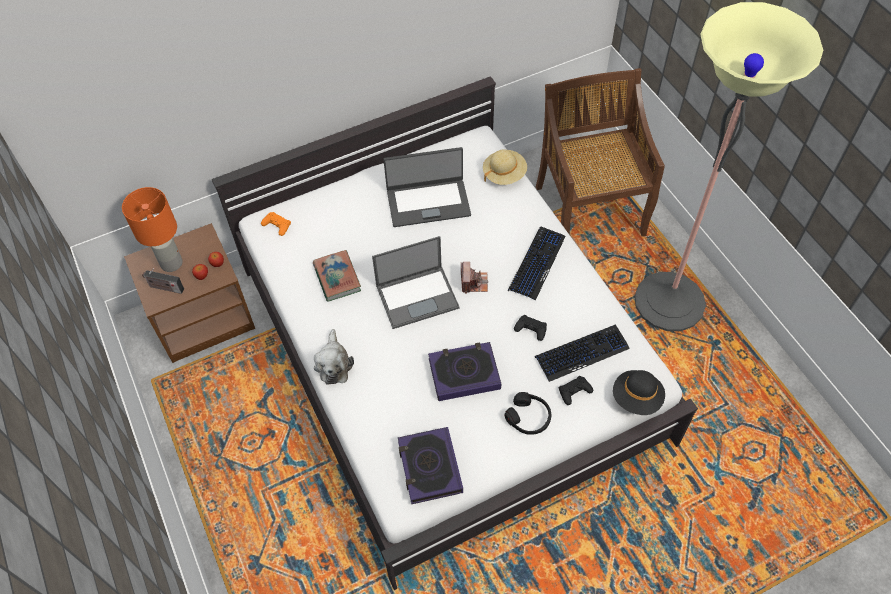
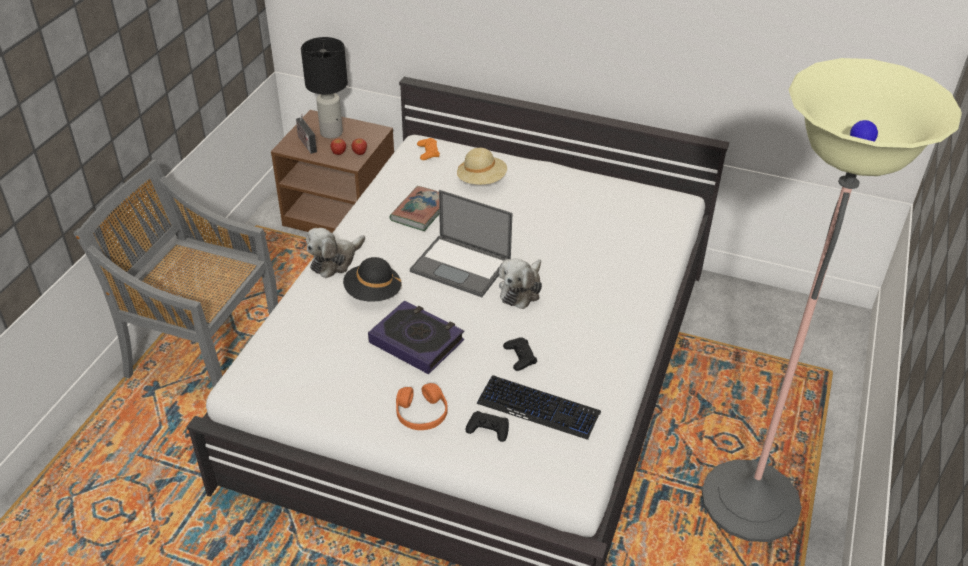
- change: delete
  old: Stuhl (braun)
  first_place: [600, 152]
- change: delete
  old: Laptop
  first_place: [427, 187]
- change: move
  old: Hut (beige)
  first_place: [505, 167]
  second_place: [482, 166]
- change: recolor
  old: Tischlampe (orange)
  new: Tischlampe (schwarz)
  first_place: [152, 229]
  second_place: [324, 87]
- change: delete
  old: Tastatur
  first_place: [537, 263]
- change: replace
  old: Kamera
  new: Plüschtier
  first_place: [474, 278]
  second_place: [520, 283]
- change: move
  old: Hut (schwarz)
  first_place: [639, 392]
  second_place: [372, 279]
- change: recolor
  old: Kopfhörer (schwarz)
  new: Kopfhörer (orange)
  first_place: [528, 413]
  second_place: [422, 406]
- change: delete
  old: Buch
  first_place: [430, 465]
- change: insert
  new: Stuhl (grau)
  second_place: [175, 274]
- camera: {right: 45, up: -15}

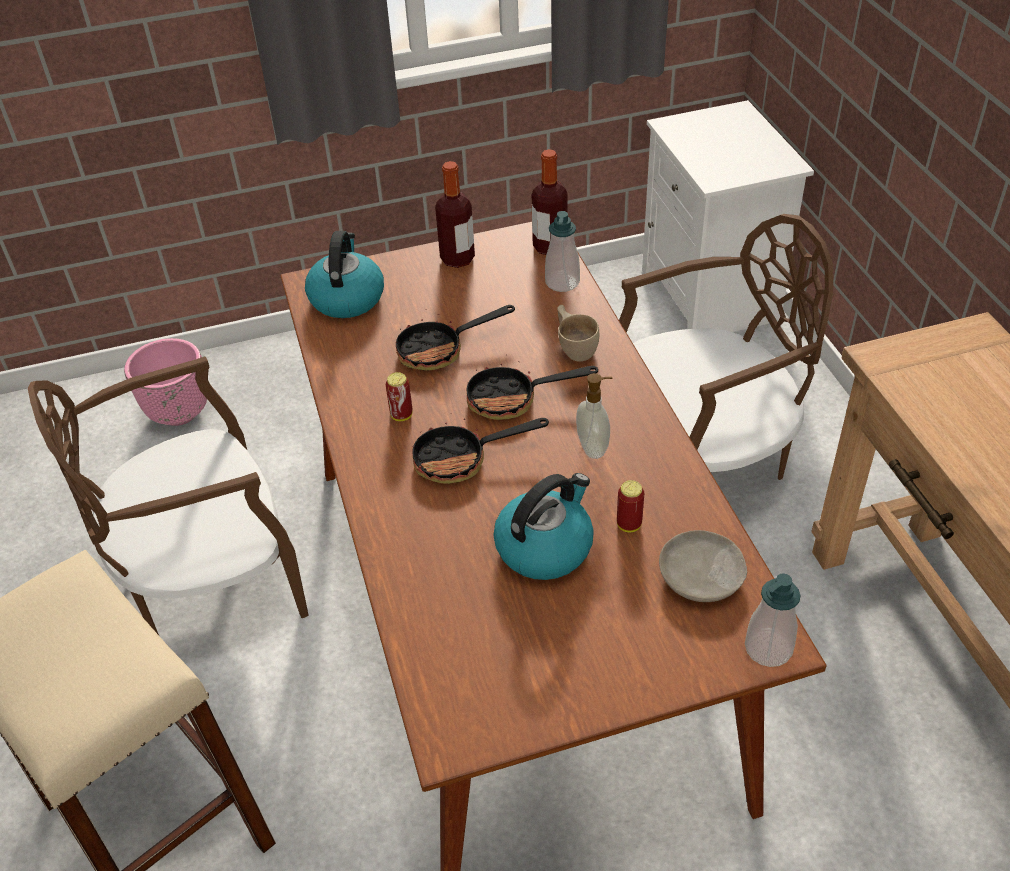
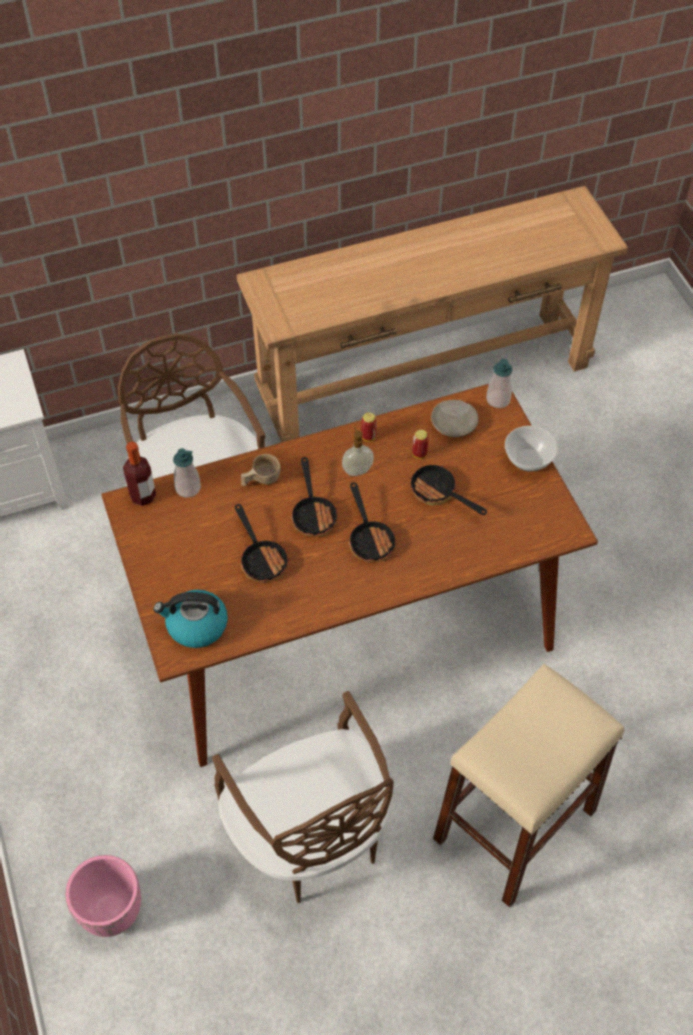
- change: delete
  old: Flasche
  first_place: [455, 214]
- change: move
  old: Dose
  first_place: [399, 396]
  second_place: [369, 427]
- change: replace
  old: Wasserkessel
  new: Pfanne
  first_place: [544, 526]
  second_place: [448, 490]
- change: insert
  new: Schüssel
  second_place: [531, 449]
- camera: {right: -95, up: 10}

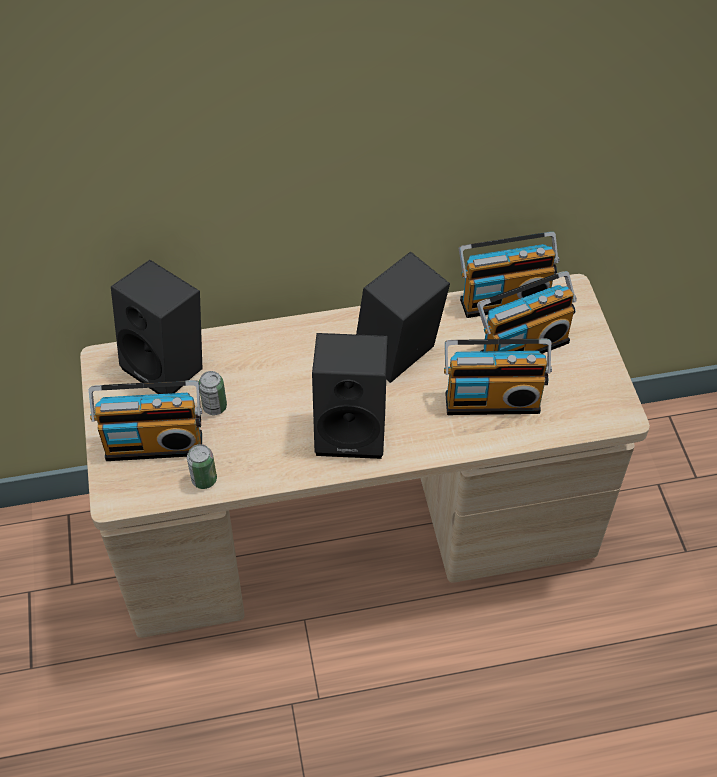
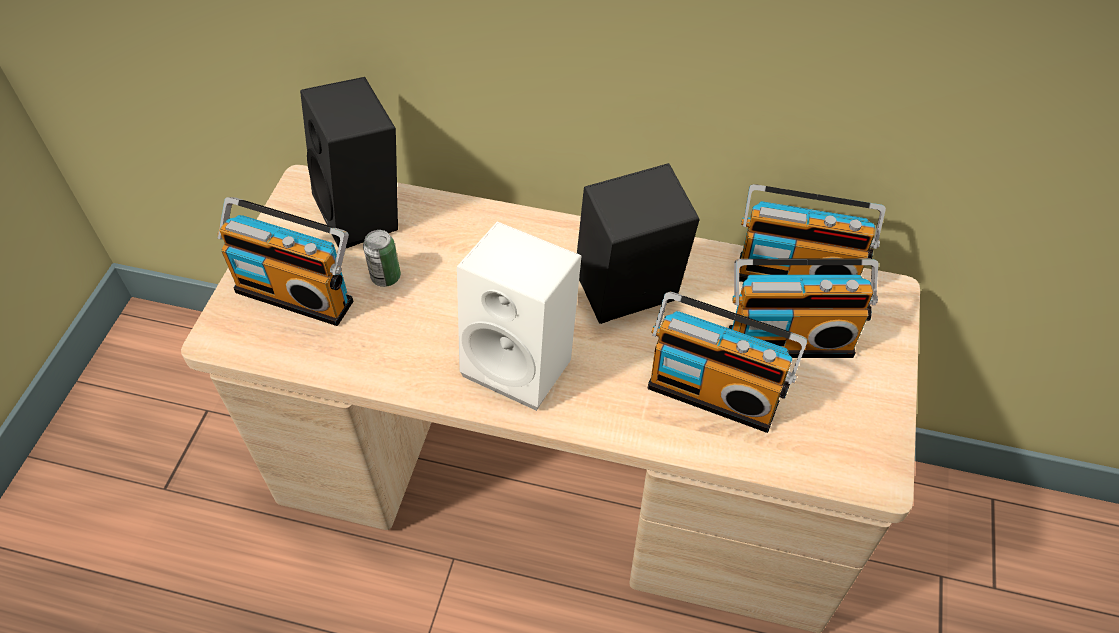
- change: recolor
  old: Lautsprecher (schwarz)
  new: Lautsprecher (weiß)
  first_place: [350, 396]
  second_place: [519, 316]
- change: delete
  old: Dose
  first_place: [202, 466]
- camera: {right: 25, up: 0}

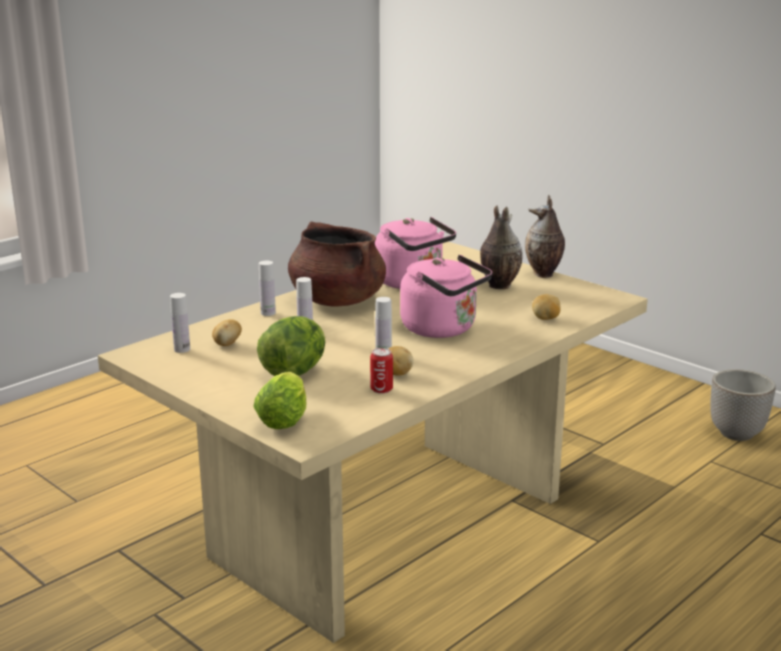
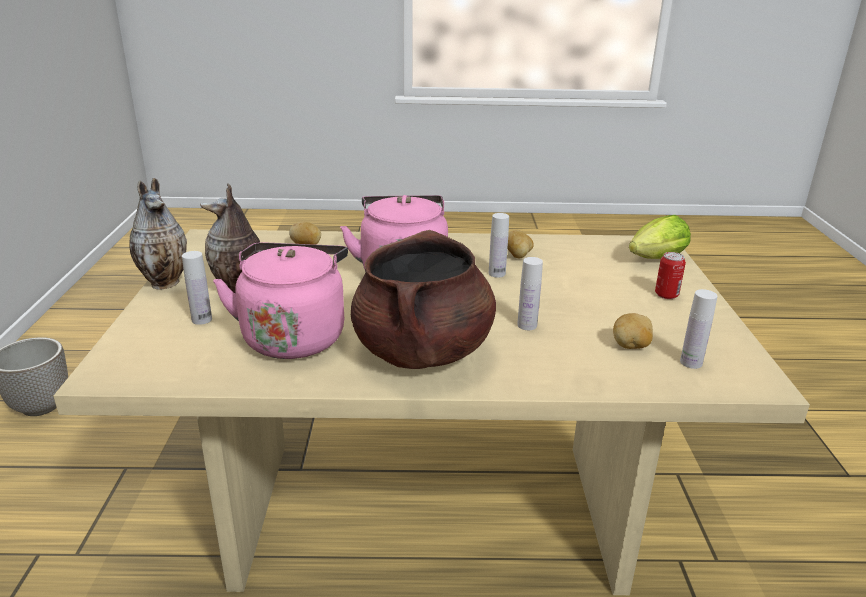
- change: move
  old: Flasche (weiß)
  first_place: [267, 288]
  second_place: [197, 288]
- change: delete
  old: Salatkopf
  first_place: [291, 346]
- change: move
  old: Dose
  first_place: [381, 371]
  second_place: [670, 275]
- camera: {right: -135, up: 5}

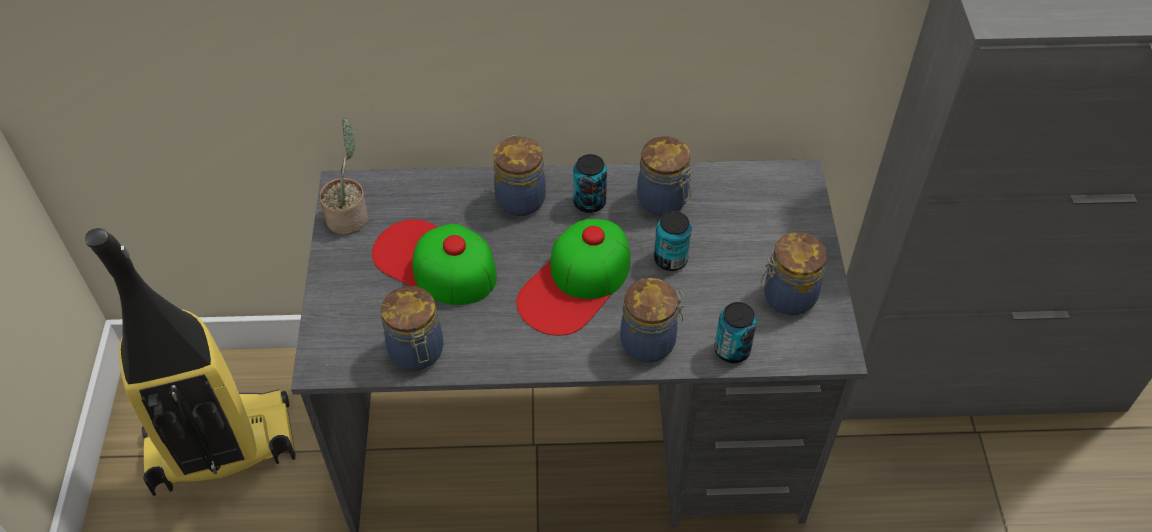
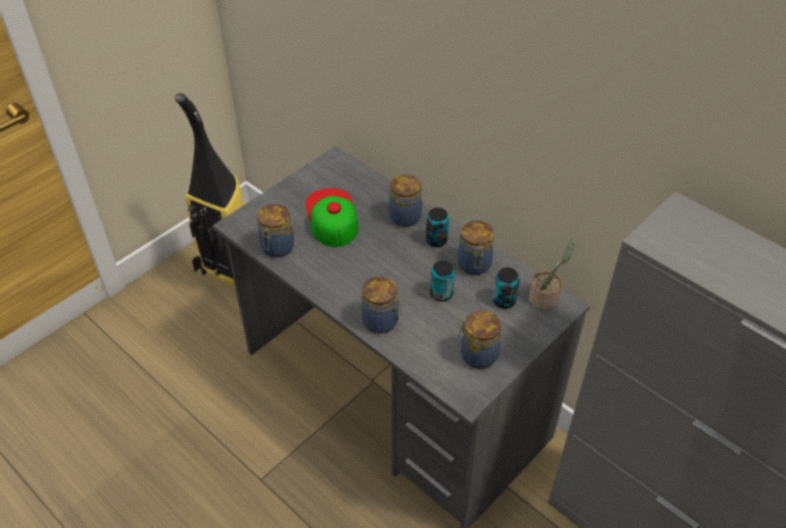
- change: move
  old: Topfpflanze
  first_place: [343, 176]
  second_place: [552, 274]
- change: delete
  old: Kappe
  first_place: [573, 277]
- change: move
  old: Dose
  first_place: [735, 332]
  second_place: [506, 288]
- camera: {right: 45, up: -5}

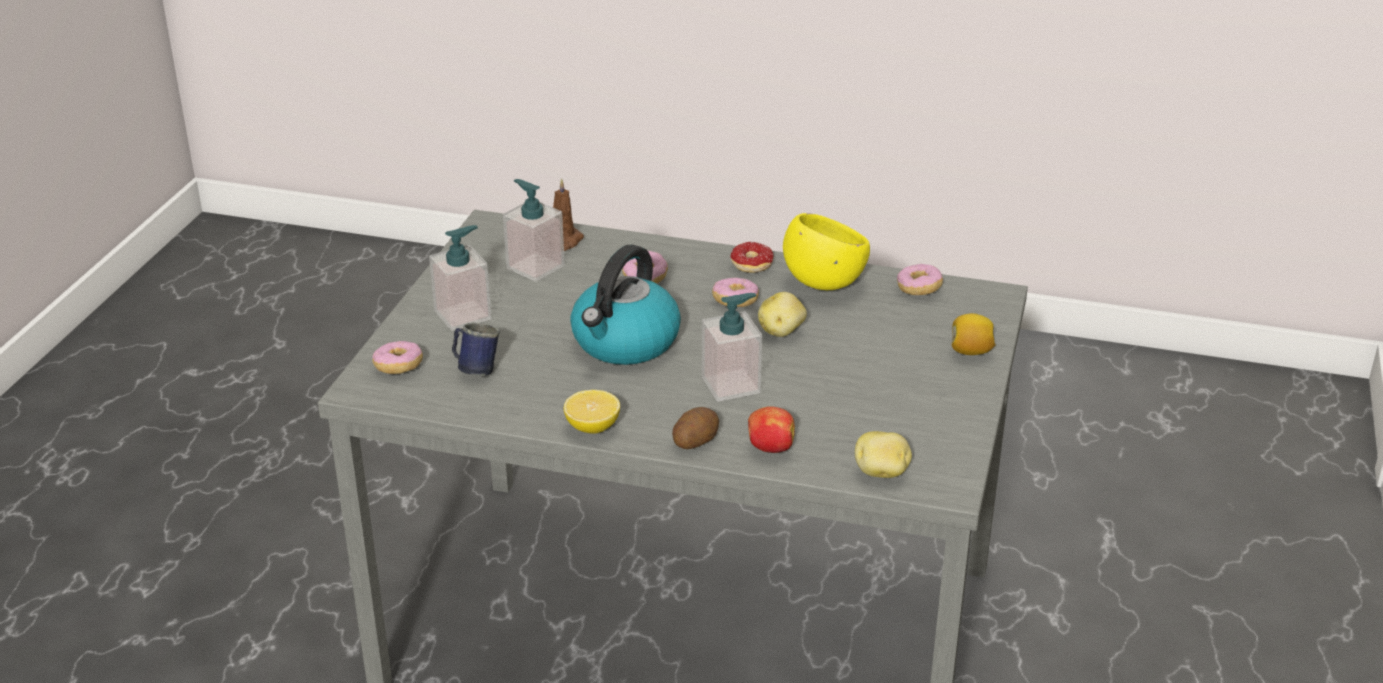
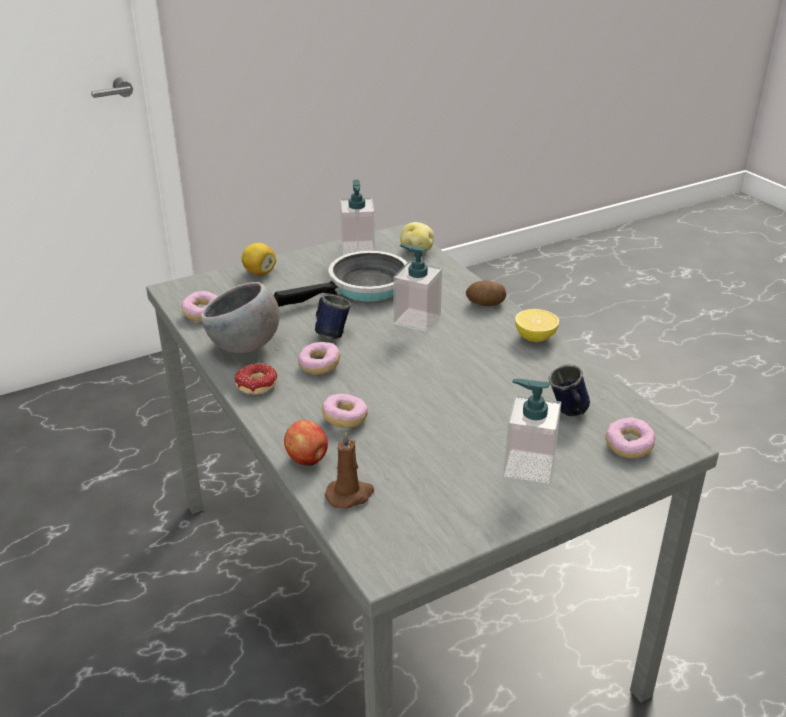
- change: move
  old: Seifenspender
  first_place: [534, 230]
  second_place: [357, 217]
- change: recolor
  old: Schüssel (gelb)
  new: Schüssel (grau)
  first_place: [826, 251]
  second_place: [240, 317]
- change: delete
  old: Wasserkessel
  first_place: [625, 305]
- change: replace
  old: Kartoffel
  new: Henkelbecher (blau)
  first_place: [782, 314]
  second_place: [333, 317]
- change: move
  old: Apfel
  first_place: [771, 429]
  second_place: [306, 443]
- change: insert
  new: Pfanne
  second_place: [340, 279]
- camera: {right: -135, up: 0}

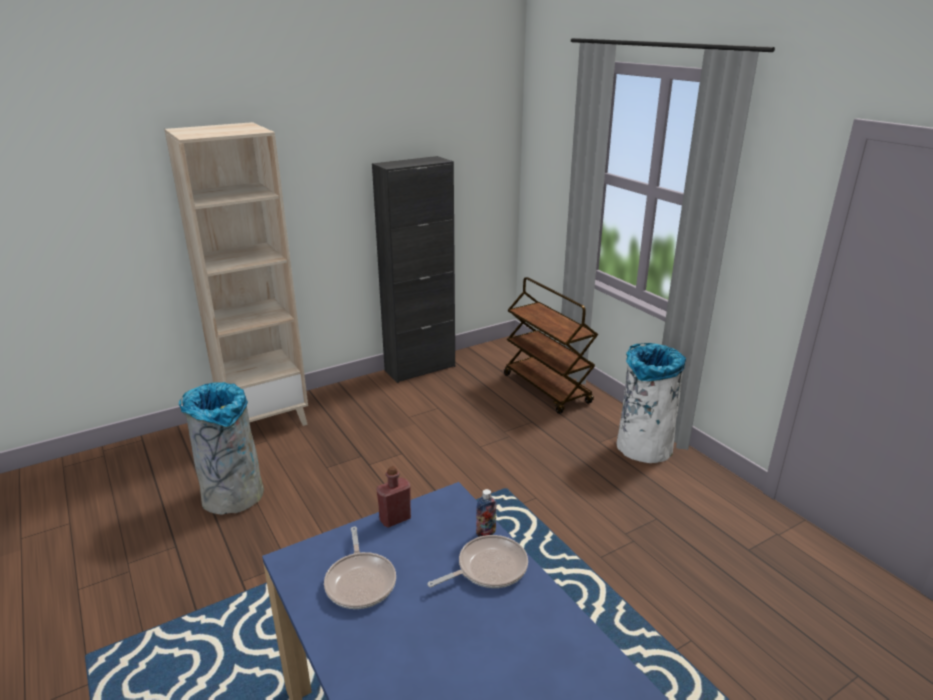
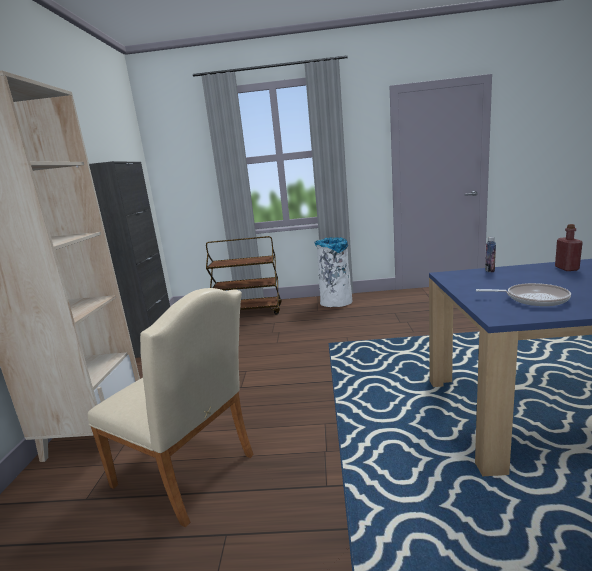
- change: replace
  old: Mülleimer (grau)
  new: Stuhl (beige)
  first_place: [221, 448]
  second_place: [171, 407]
- change: move
  old: Flasche (rot)
  first_place: [393, 497]
  second_place: [569, 247]
- change: delete
  old: Pfanne
  first_place: [477, 561]
- camera: {right: -55, up: -10}

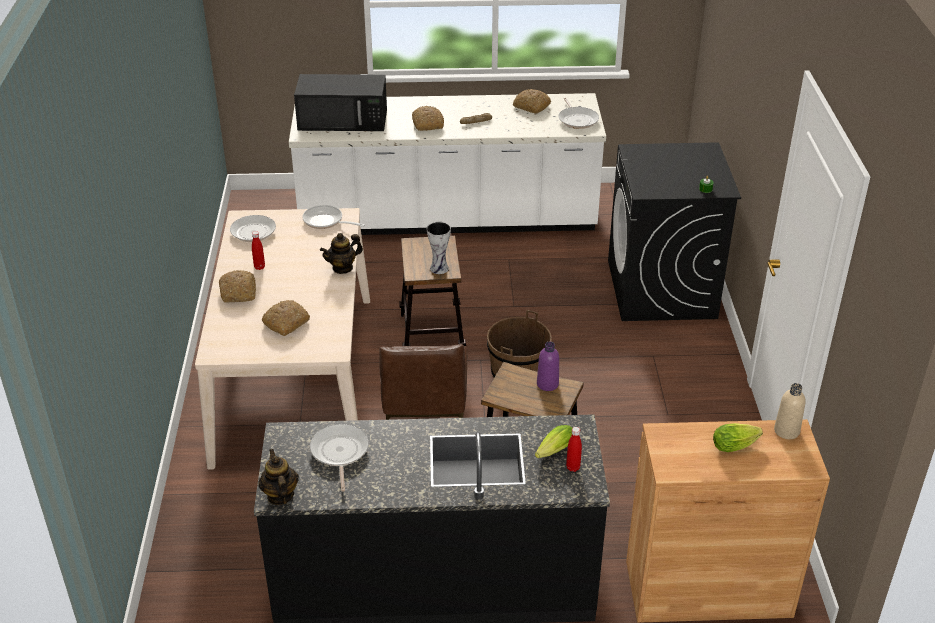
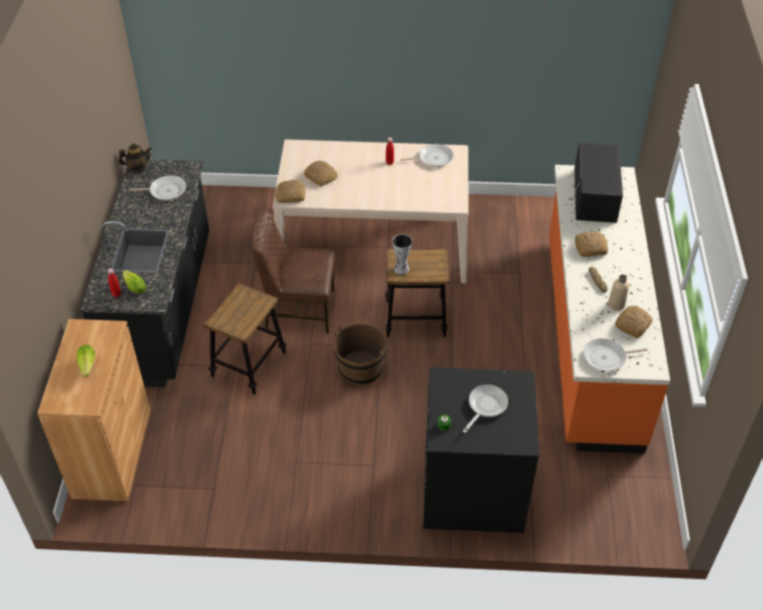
- change: recolor
  old: Küchenzeile (weiß)
  new: Küchenzeile (orange)
  first_place: [447, 164]
  second_place: [609, 309]
- change: move
  old: Pfanne
  first_place: [333, 217]
  second_place: [485, 409]
- change: delete
  old: Teekanne
  first_place: [341, 253]
- change: move
  old: Brot
  first_place: [237, 286]
  second_place: [290, 191]
- change: delete
  old: Flasche (lila)
  first_place: [548, 366]
- change: move
  old: Flasche (beige)
  first_place: [790, 411]
  second_place: [618, 292]
- camera: {right: 95, up: 10}

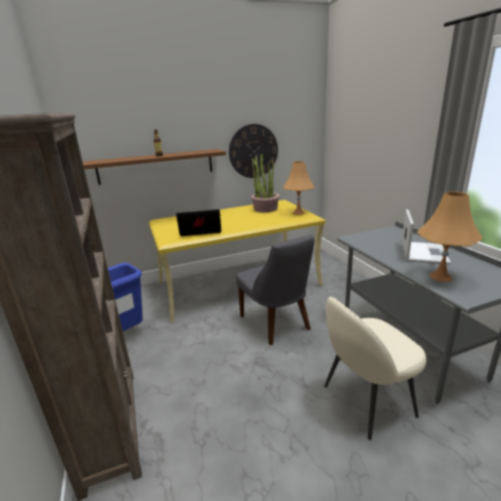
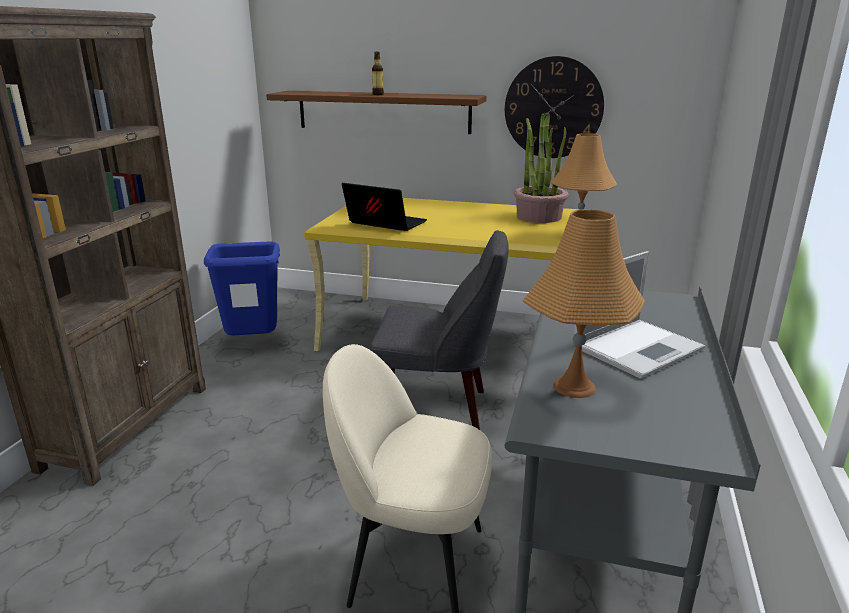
- change: rotate
  old: Stuhl (grau)
  first_place: [275, 290]
  second_place: [439, 330]
  degrees: -90
- camera: {right: 35, up: 0}

